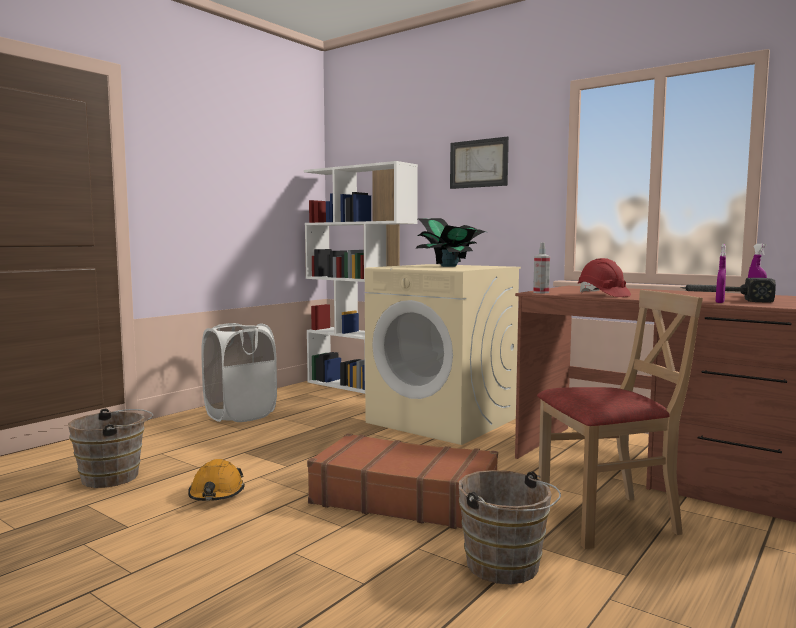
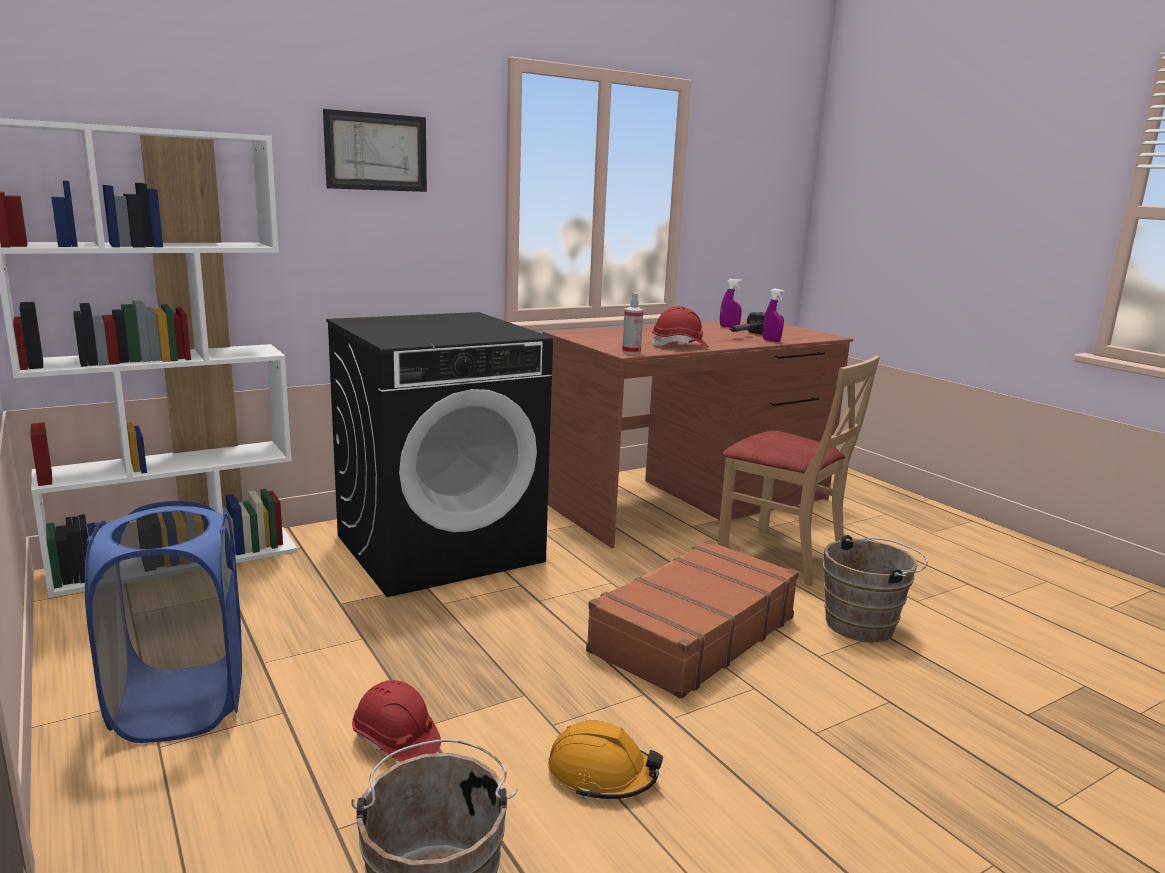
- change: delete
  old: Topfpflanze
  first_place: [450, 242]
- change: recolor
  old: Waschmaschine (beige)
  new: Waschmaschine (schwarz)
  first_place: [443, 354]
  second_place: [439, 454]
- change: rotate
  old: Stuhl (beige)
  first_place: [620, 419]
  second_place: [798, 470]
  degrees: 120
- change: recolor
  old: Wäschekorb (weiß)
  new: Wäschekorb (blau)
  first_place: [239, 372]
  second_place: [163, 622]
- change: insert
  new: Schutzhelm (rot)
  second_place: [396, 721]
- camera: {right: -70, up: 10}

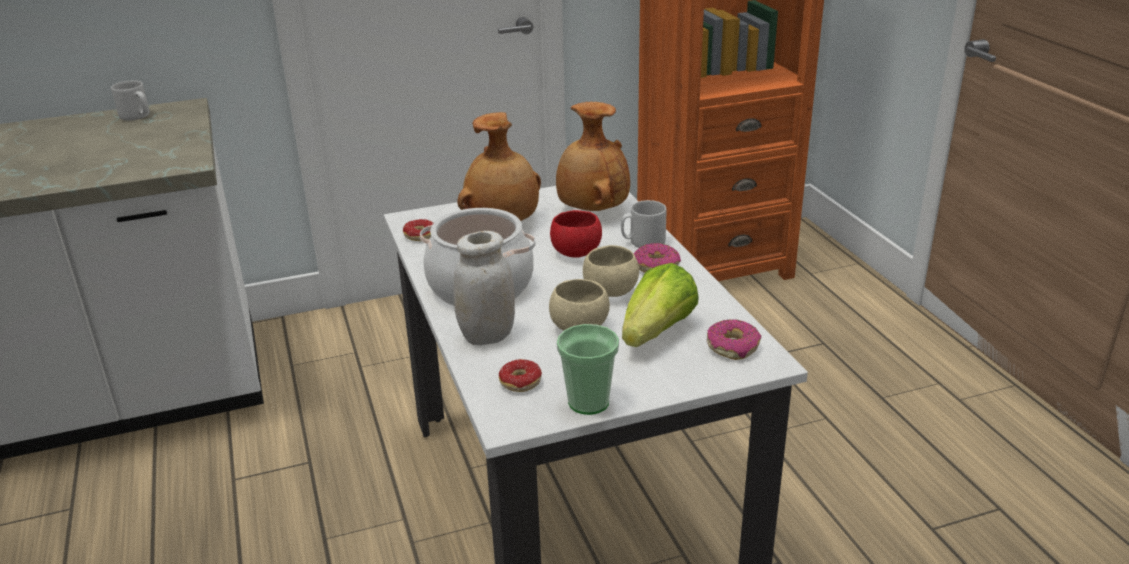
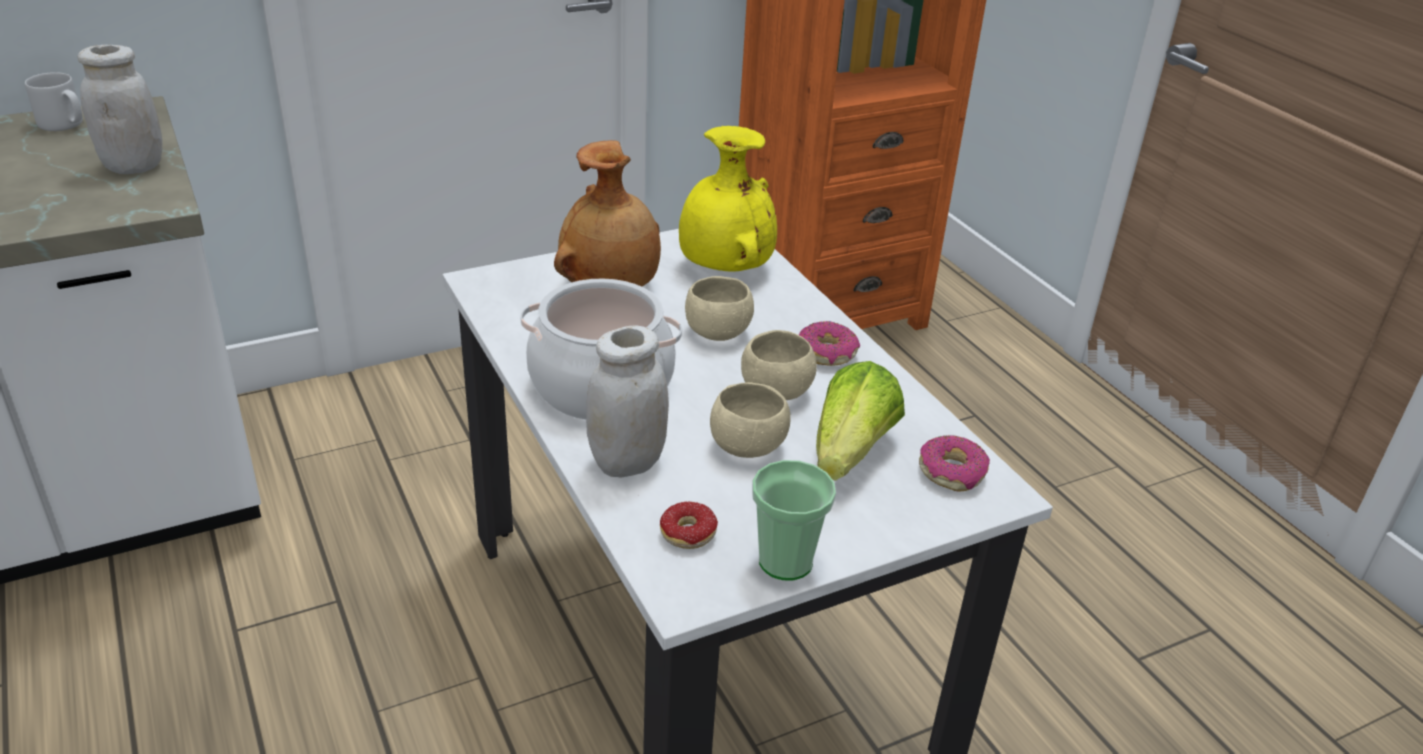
- change: recolor
  old: Vase (braun)
  new: Vase (gelb)
  first_place: [593, 156]
  second_place: [728, 199]
- change: delete
  old: Henkelbecher (grau)
  first_place: [643, 224]
- change: recolor
  old: Schüssel (rot)
  new: Schüssel (beige)
  first_place: [576, 233]
  second_place: [719, 308]
- change: delete
  old: Donut
  first_place: [418, 230]
- change: insert
  new: Vorratsglas (weiß)
  second_place: [120, 109]
- camera: {right: -10, up: 5}

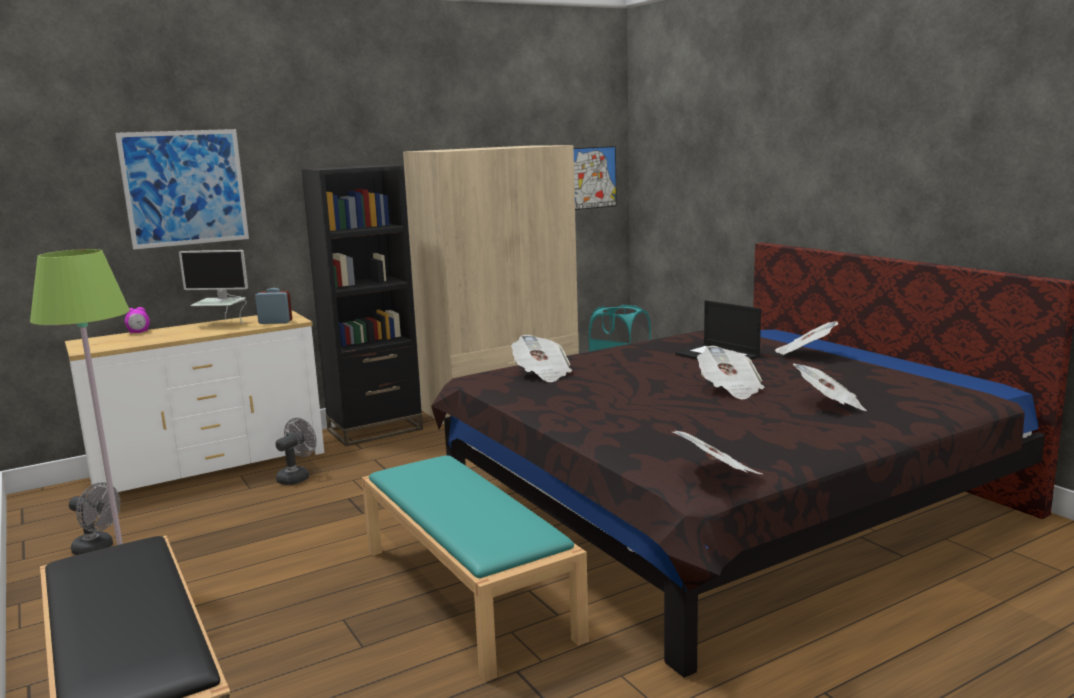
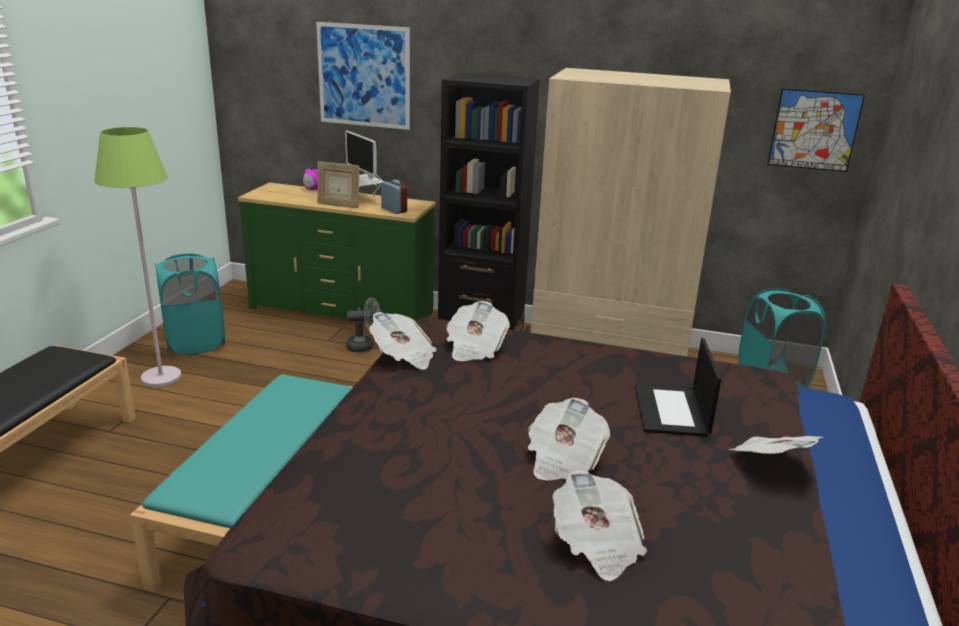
- change: recolor
  old: Kommode (weiß)
  new: Kommode (grün)
  first_place: [194, 405]
  second_place: [337, 252]
- change: move
  old: Zeitung
  first_place: [717, 452]
  second_place: [403, 341]
- change: replace
  old: Ventilator (grau)
  new: Wäschekorb (türkis)
  first_place: [95, 518]
  second_place: [190, 304]
- change: insert
  new: Bilderrahmen
  second_place: [338, 184]
- camera: {right: 45, up: 10}

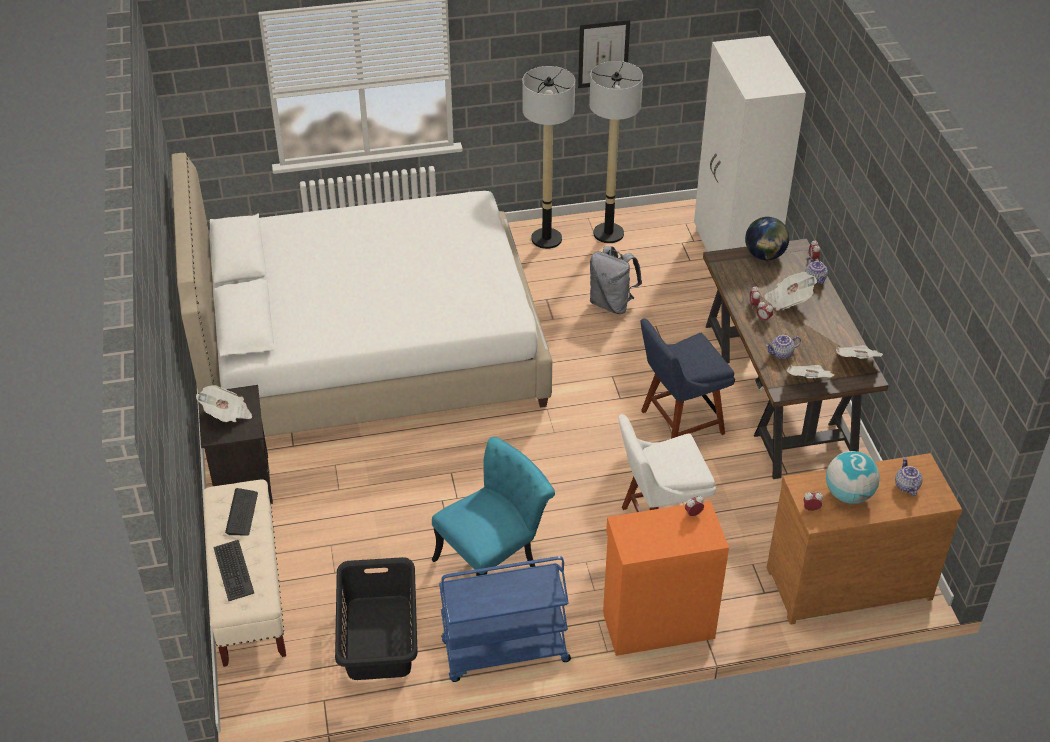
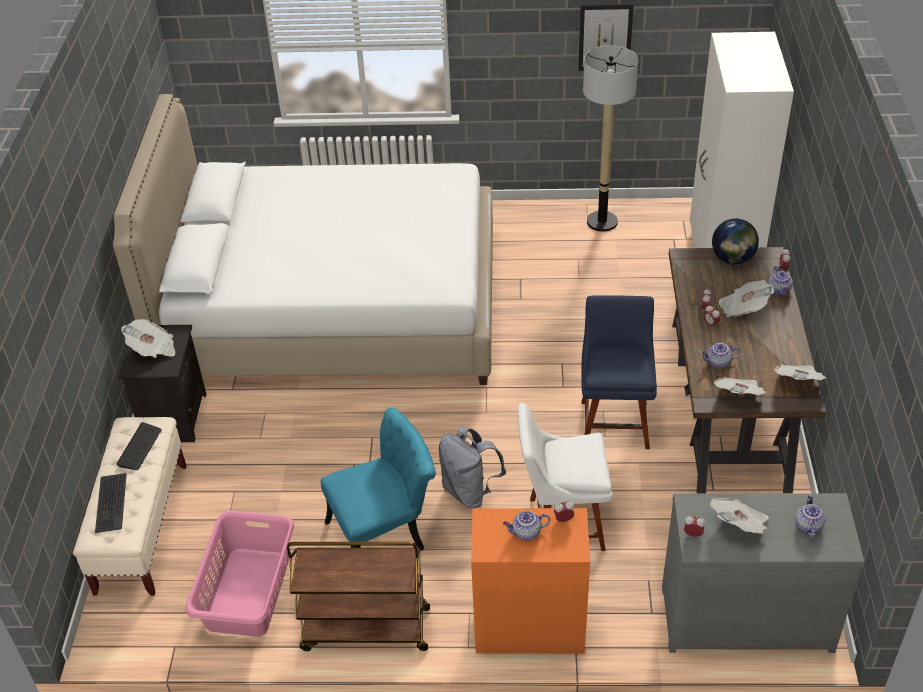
- change: delete
  old: Stehlampe
  first_place: [548, 157]
- change: move
  old: Rucksack (grau)
  first_place: [616, 280]
  second_place: [472, 467]
- change: rotate
  old: Stuhl (blau)
  first_place: [687, 378]
  second_place: [619, 372]
  degrees: 105
- change: replace
  old: Globus
  new: Zeitung
  first_place: [853, 477]
  second_place: [739, 516]
- change: recolor
  old: Kommode (braun)
  new: Kommode (grau)
  first_place: [864, 539]
  second_place: [763, 573]
- change: recolor
  old: Rollwagen (blau)
  new: Rollwagen (braun)
  first_place: [505, 619]
  second_place: [358, 596]
- change: recolor
  old: Wäschekorb (schwarz)
  new: Wäschekorb (rosa)
  first_place: [376, 618]
  second_place: [240, 573]
- change: insert
  new: Teekanne
  second_place: [526, 525]
- camera: {right: 15, up: 0}

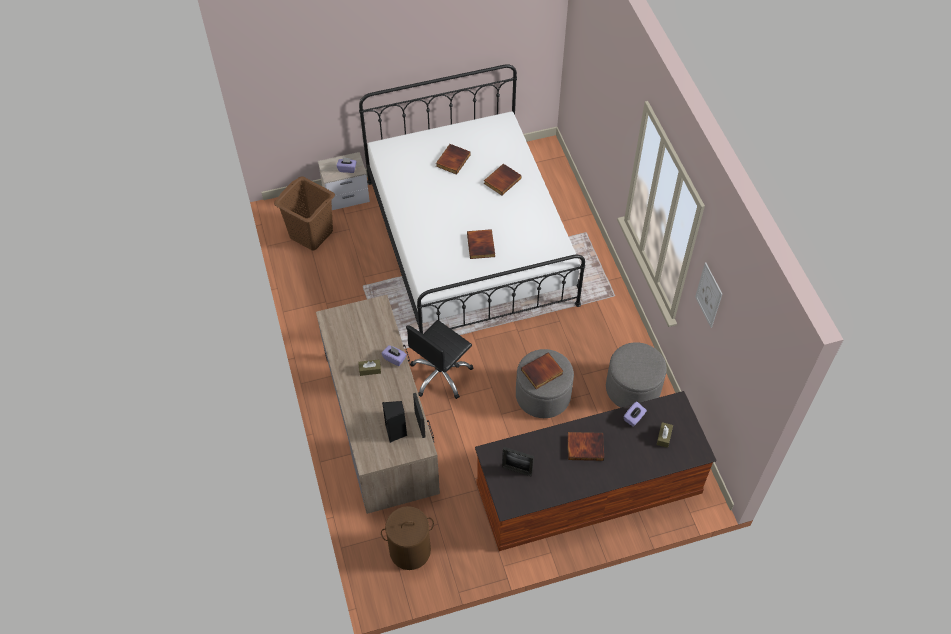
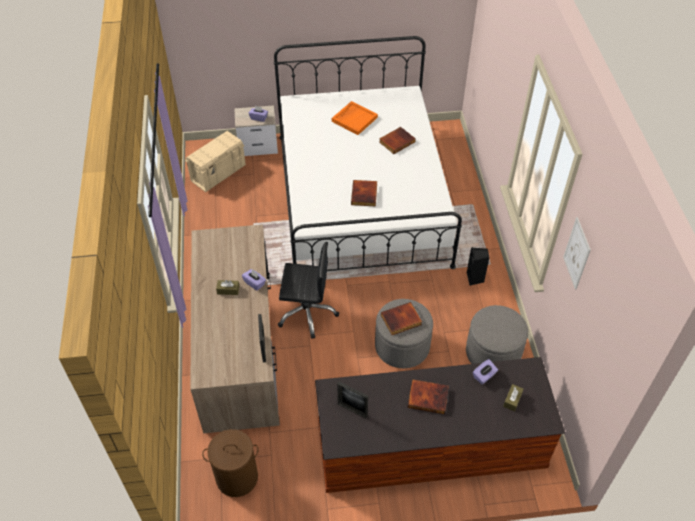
- change: replace
  old: Buch
  new: Tablett (orange)
  first_place: [453, 159]
  second_place: [355, 118]
- change: replace
  old: Wäschekorb (braun)
  new: Aufbewahrungsbox (beige)
  first_place: [304, 213]
  second_place: [215, 161]
- change: rotate
  old: Bürostuhl (schwarz)
  first_place: [439, 359]
  second_place: [308, 290]
  degrees: -135
- change: move
  old: Lautsprecher (schwarz)
  first_place: [394, 421]
  second_place: [478, 266]
- camera: {right: 10, up: -5}

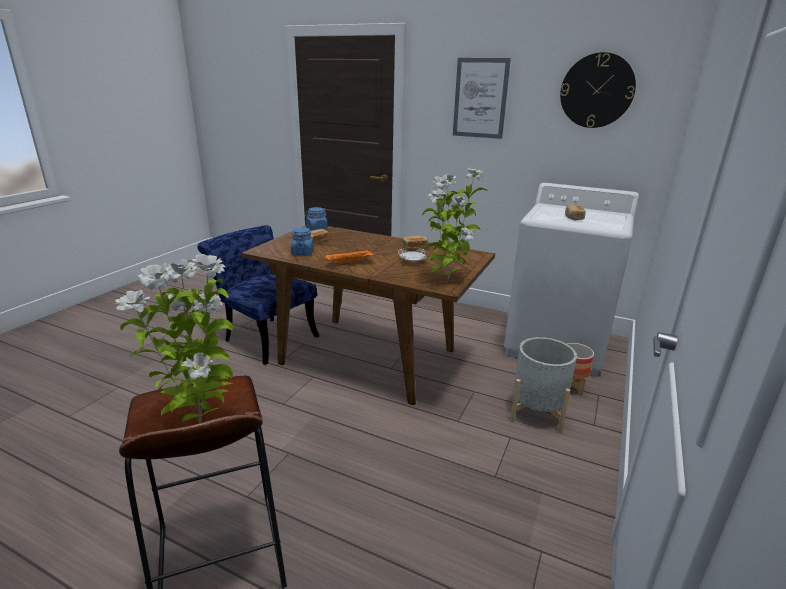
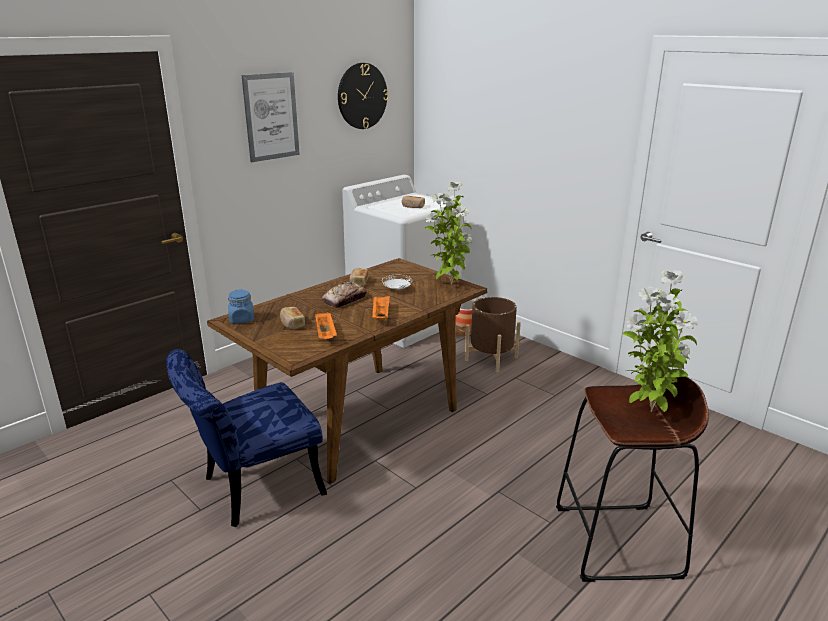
- change: replace
  old: Vorratsglas (blau)
  new: Tablett (orange)
  first_place: [302, 241]
  second_place: [326, 325]
- change: recolor
  old: Pflanzkübel (grau)
  new: Pflanzkübel (braun)
  first_place: [543, 385]
  second_place: [493, 335]
- change: insert
  new: Brot
  second_place: [344, 295]
- camera: {right: -70, up: 0}

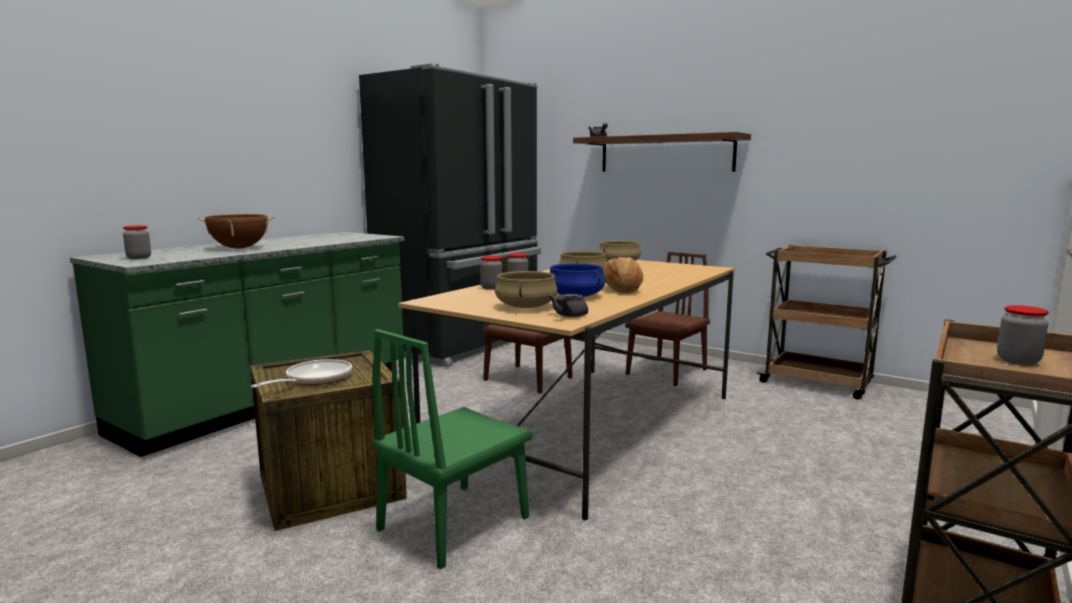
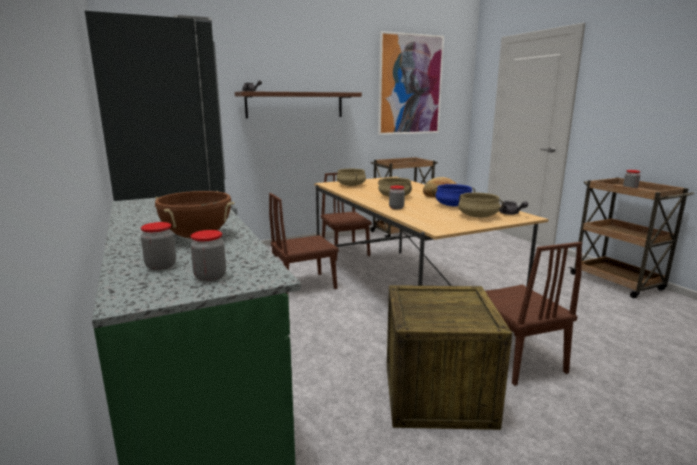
- change: move
  old: Vorratsglas
  first_place: [491, 273]
  second_place: [158, 246]
- change: recolor
  old: Stuhl (grün)
  new: Stuhl (braun)
  first_place: [452, 449]
  second_place: [533, 314]
- change: delete
  old: Pfanne
  first_place: [301, 373]
- change: insert
  new: Bild
  second_place: [411, 83]
- camera: {right: -60, up: 5}

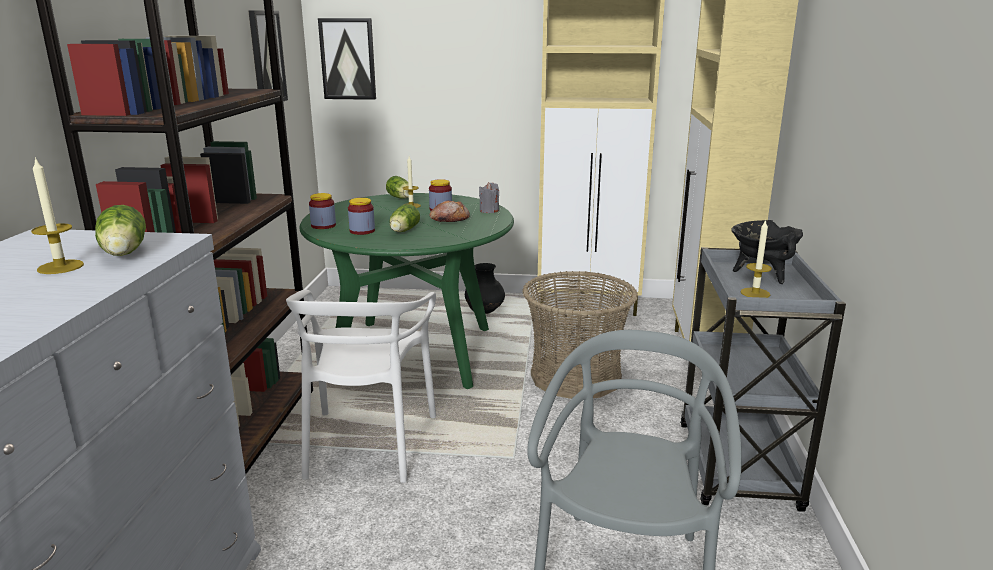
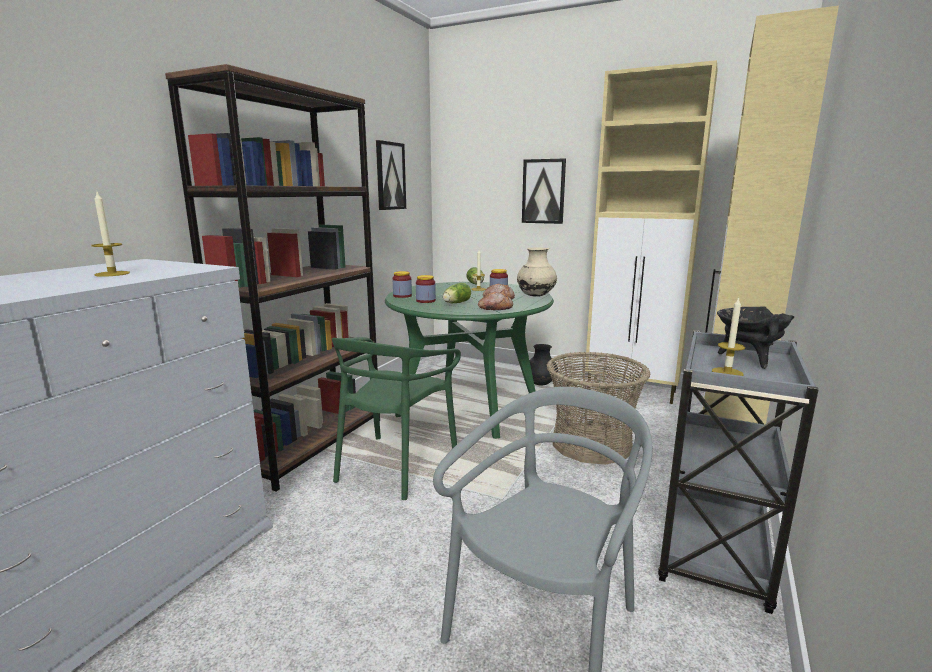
- change: move
  old: Bild
  first_place: [347, 59]
  second_place: [544, 191]
- change: replace
  old: Kerze (grau)
  new: Vase (beige)
  first_place: [489, 197]
  second_place: [537, 272]
- change: delete
  old: Salatkopf
  first_place: [120, 230]
- change: recolor
  old: Stuhl (weiß)
  new: Stuhl (grün)
  first_place: [361, 386]
  second_place: [396, 418]
- change: insert
  new: Brot
  second_place: [495, 301]
- camera: {right: 20, up: -5}

